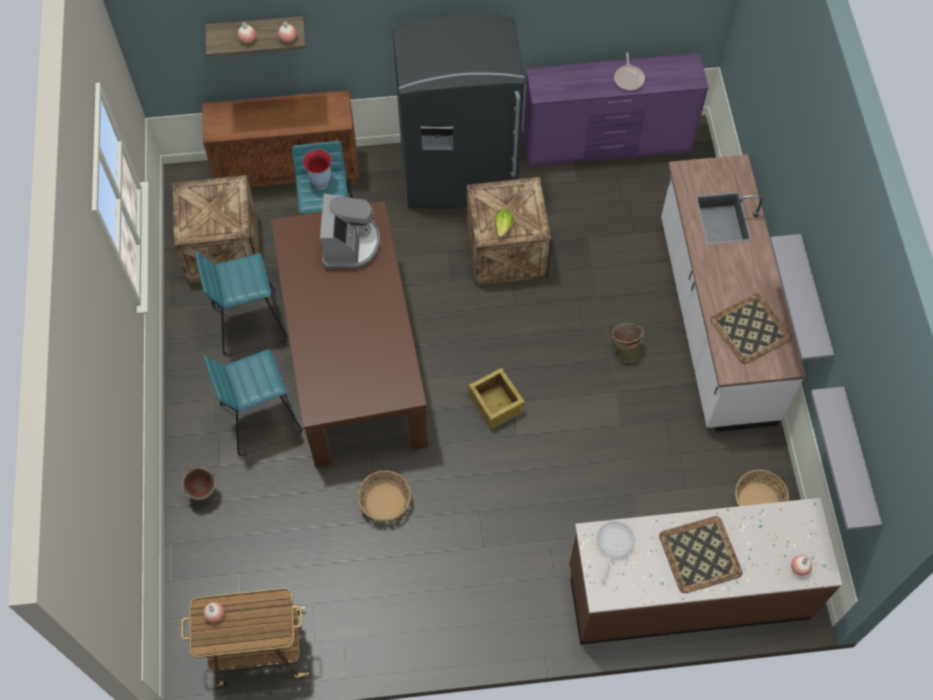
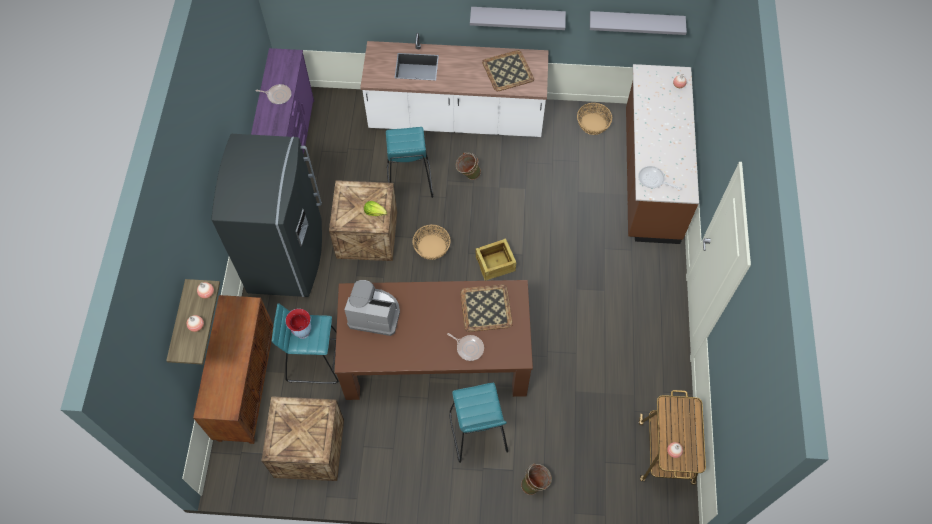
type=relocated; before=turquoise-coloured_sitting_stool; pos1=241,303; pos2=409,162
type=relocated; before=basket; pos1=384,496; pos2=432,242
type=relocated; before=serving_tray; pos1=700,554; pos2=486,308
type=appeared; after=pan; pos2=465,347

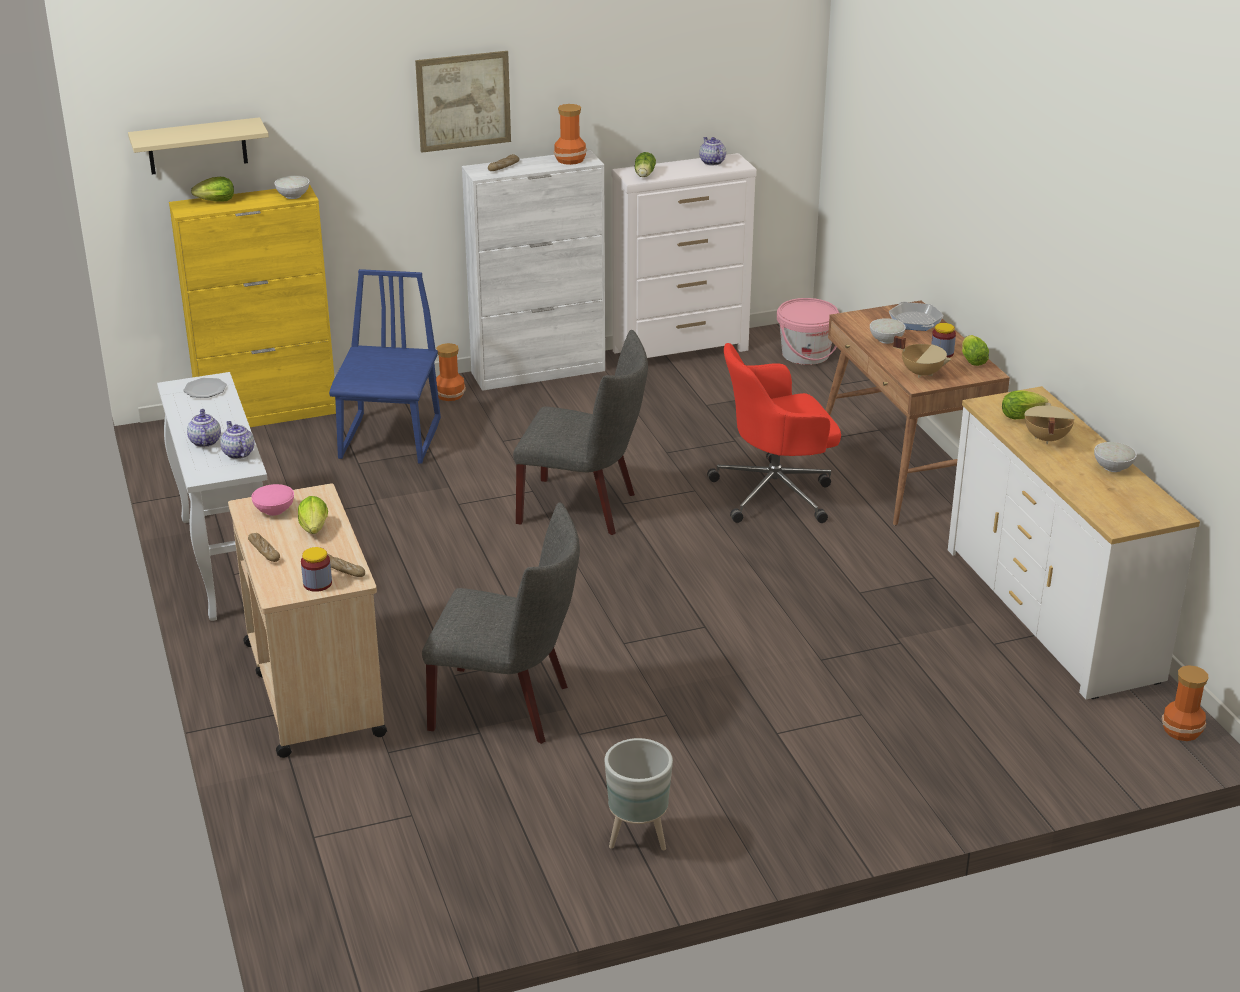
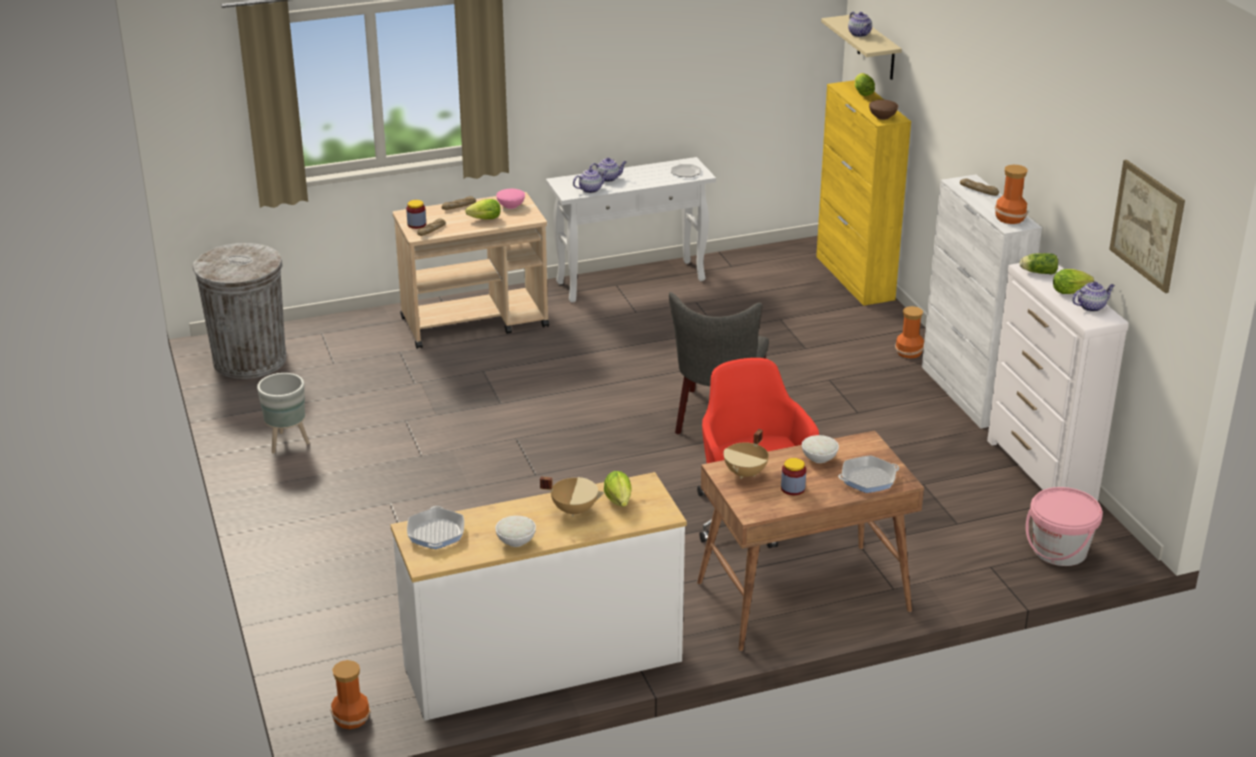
type=relocated; before=wall_art; pos1=463,102; pos2=1147,226
type=colour; before=whitish_serving_bowl; after=brown-coloured_serving_bowl; pos1=291,187; pos2=883,110
type=missing; before=blue-coloured_plain_chair; pos1=385,366
type=relocated; before=lettuce_head; pos1=975,350; pos2=1073,281
type=missing; before=gray_plain_chair; pos1=501,623
type=appeared; after=tea_pot; pos2=860,24
type=appeared; after=gray_rubbish_bin; pos2=239,311
type=appeared; after=pan; pos2=435,527

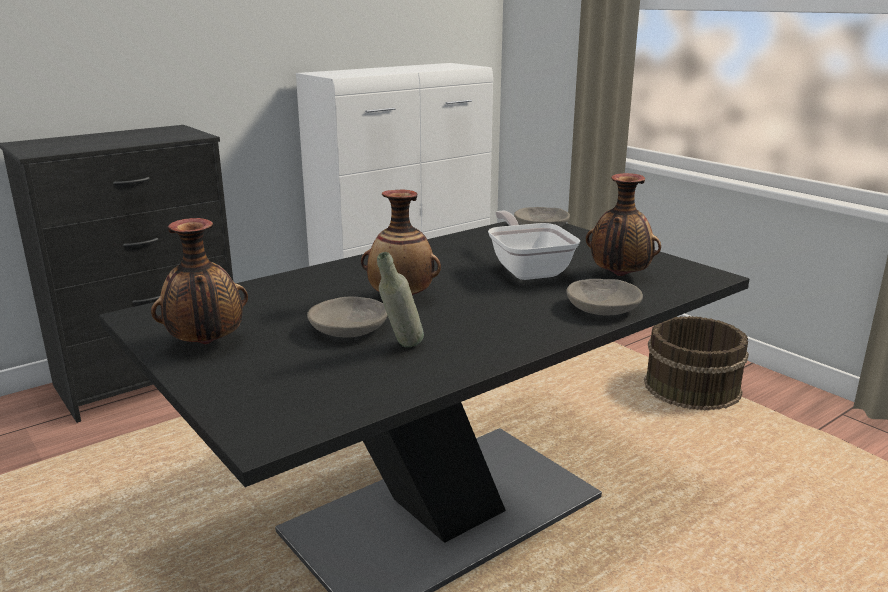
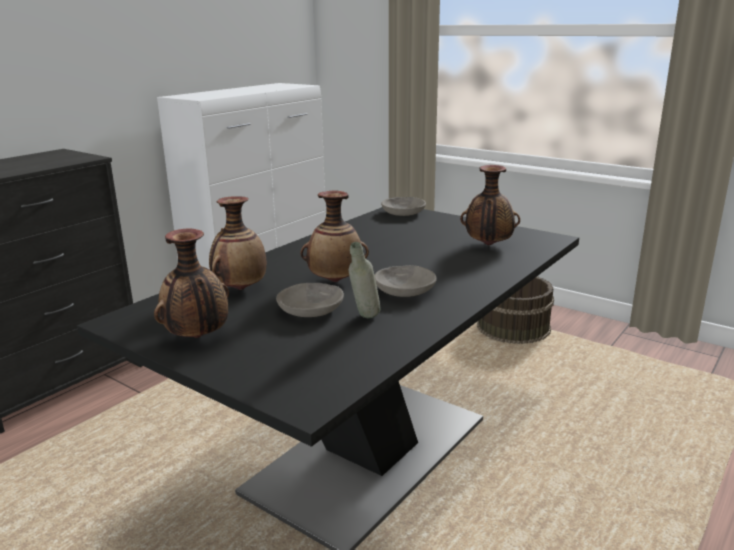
type=missing; before=pan; pos1=534,245
type=relocated; before=gray_serving_bowl; pos1=604,297; pos2=405,281
type=appeared; after=decorative_vase; pos2=238,243

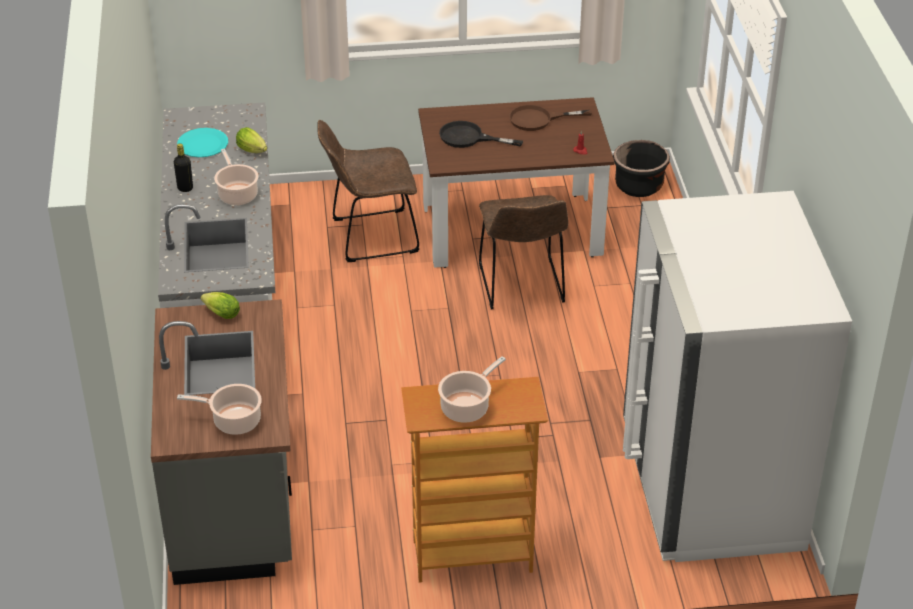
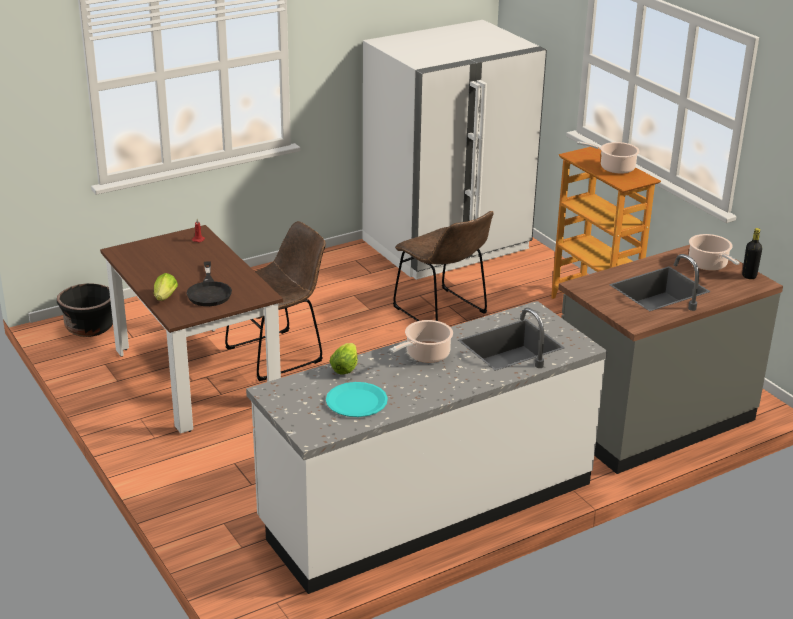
type=missing; before=brown-coloured_pan; pos1=550,118
type=relocated; before=brown-coloured_plain_chair; pos1=368,191; pos2=443,266
type=relocated; before=black_drink_bottle; pos1=183,168; pos2=752,253
type=relocated; before=lettuce_head; pos1=220,305; pos2=166,287

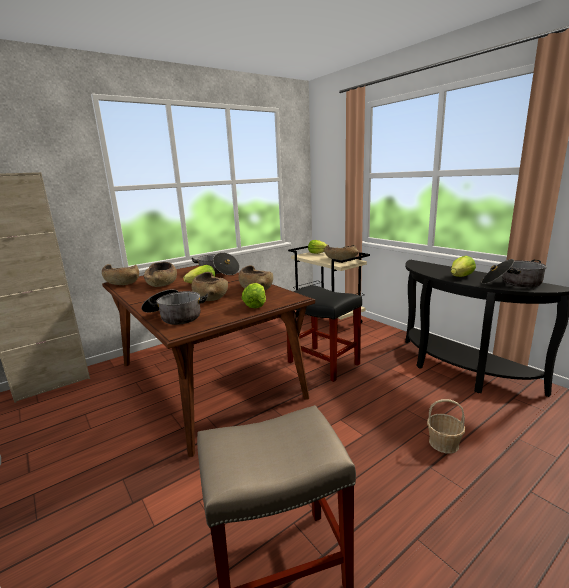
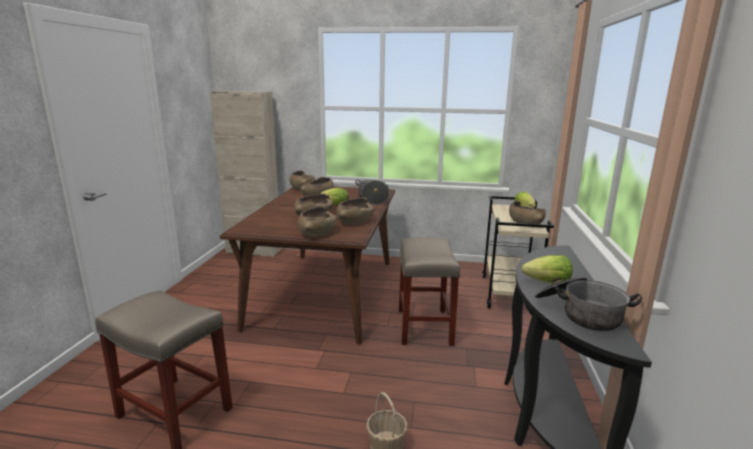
type=exchanged; before=lettuce_head; after=brown-coloured_serving_bowl; pos1=254,295; pos2=317,221
type=colour; before=black_sitting_stool; after=beige_sitting_stool; pos1=324,333; pos2=429,291
type=missing; before=saucepot; pos1=174,307

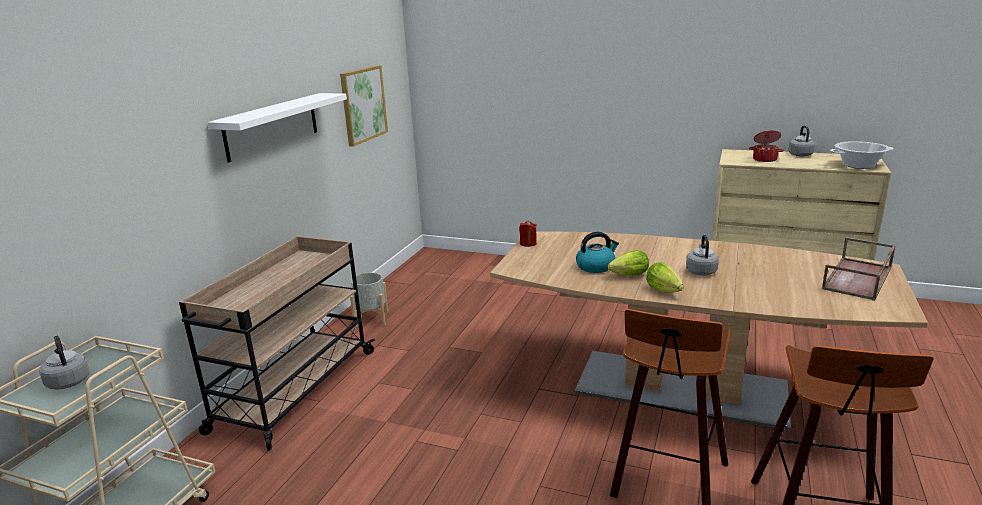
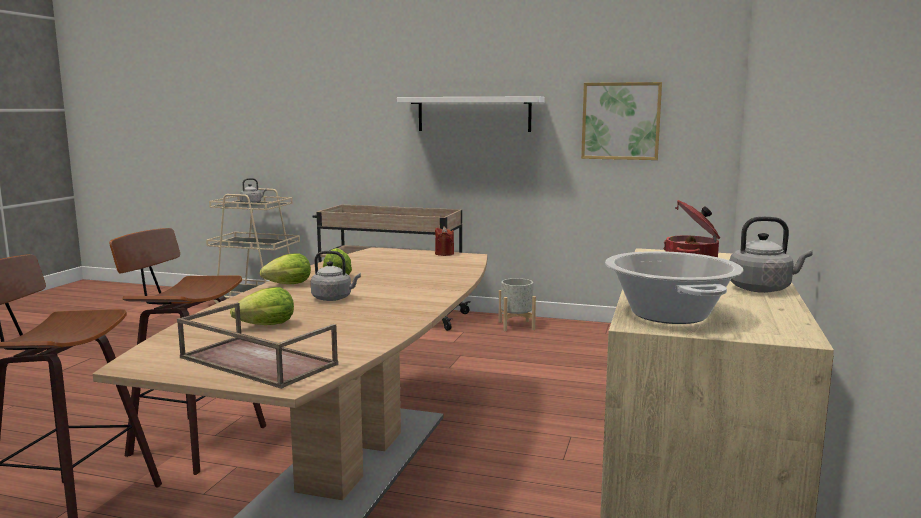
type=missing; before=kettle; pos1=597,252
type=appeared; after=lettuce_head; pos2=262,306

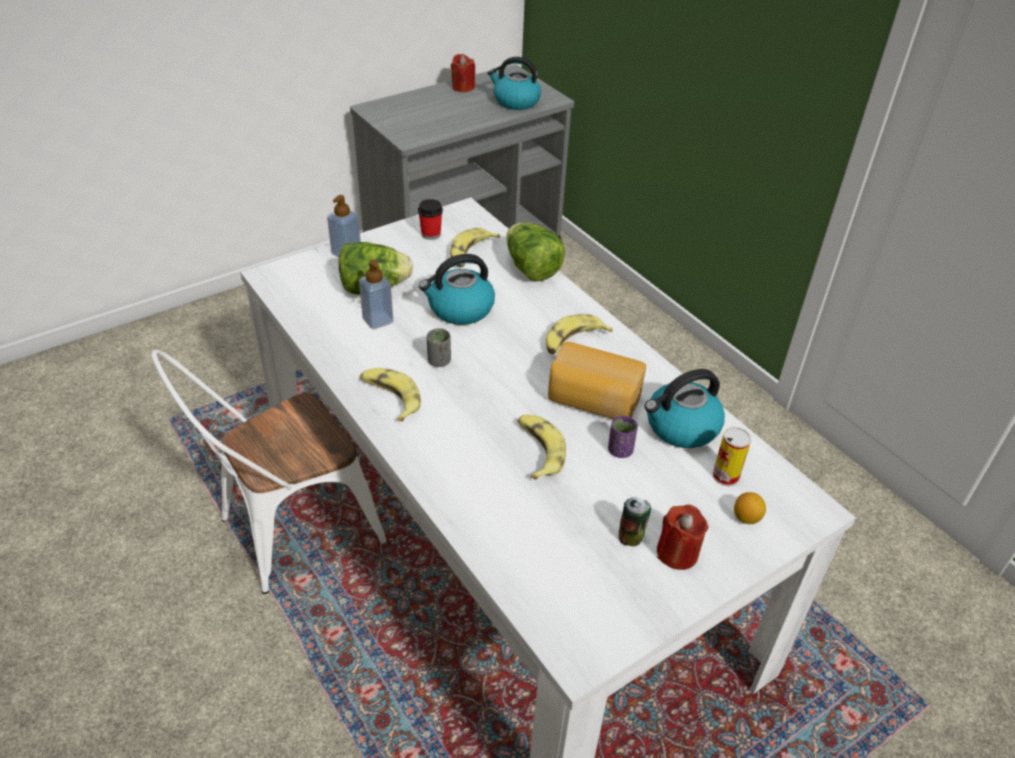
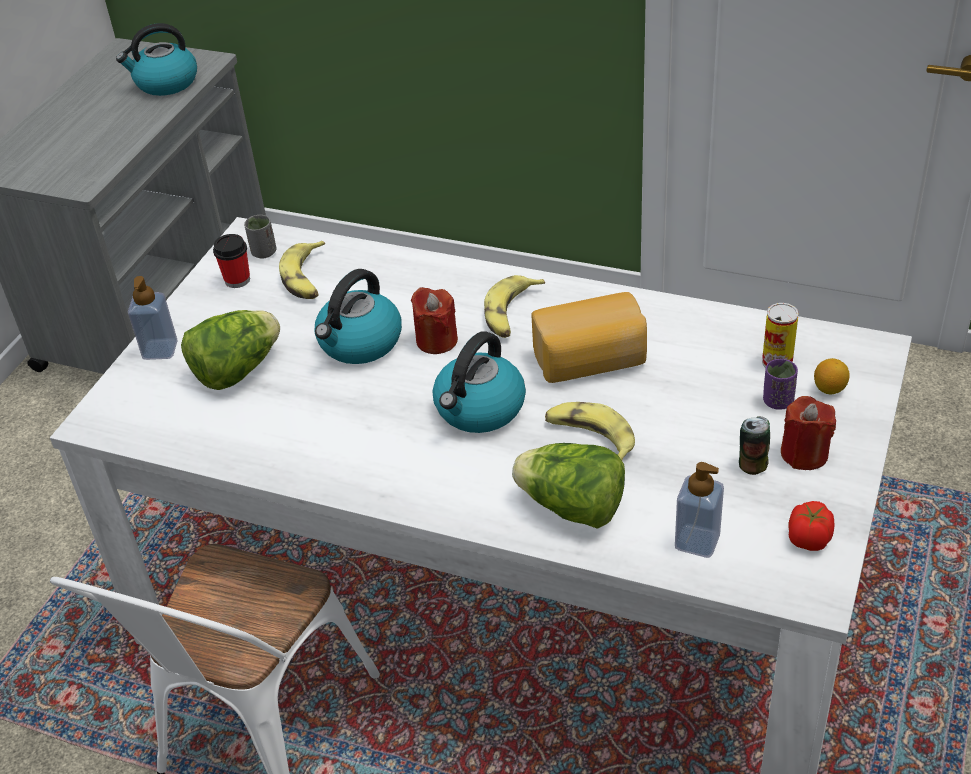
type=relocated; before=red_wax_light; pos1=463,73; pos2=434,320
type=relocated; before=lettuce_head; pos1=535,252; pos2=568,486
type=relocated; before=soap_dispenser; pos1=376,294; pos2=699,510
type=relocated; before=gray_small_cup; pos1=439,347; pos2=260,236
type=missing; before=whole_banana; pos1=390,394
type=relocated; before=kettle; pos1=685,408; pos2=479,382
type=relocated; before=purple_small_cup; pos1=623,437; pos2=780,384
type=appeared; after=whole_tomato; pos2=811,526

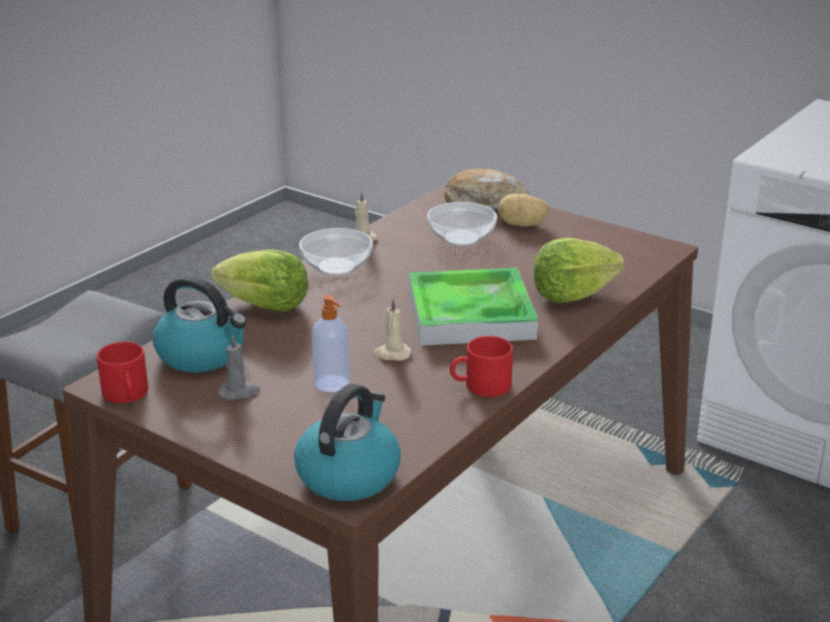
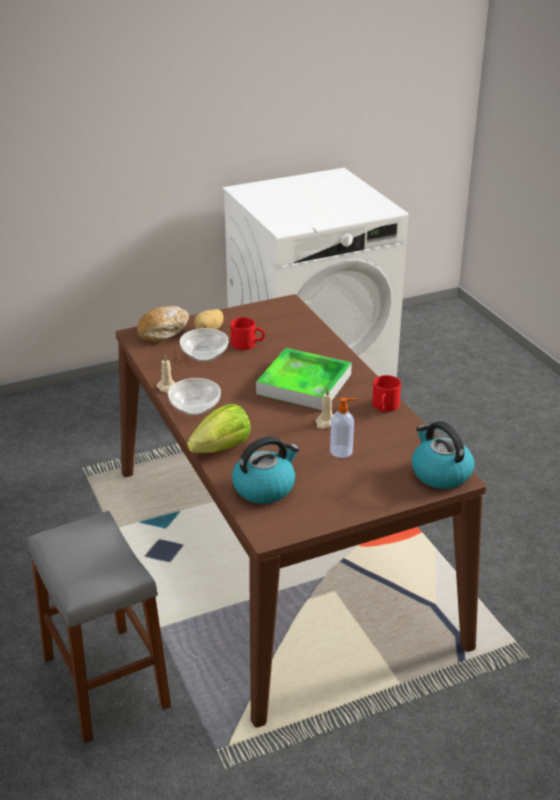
type=missing; before=lettuce_head; pos1=579,270
type=missing; before=gray_wax_light; pos1=239,367
type=relocated; before=red_mug; pos1=122,372; pos2=247,333

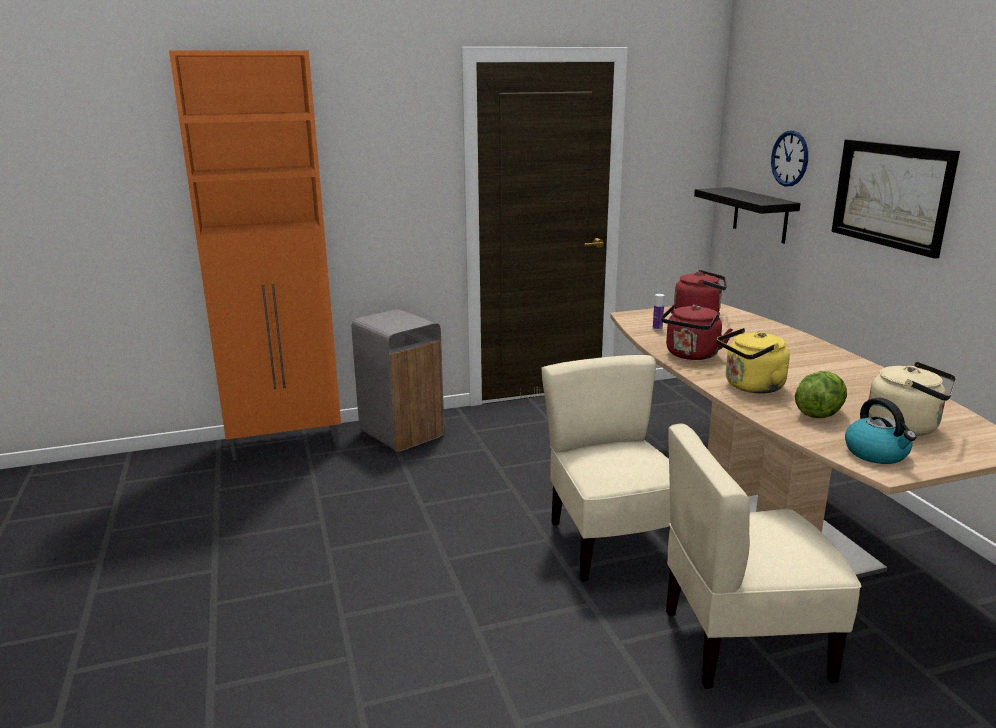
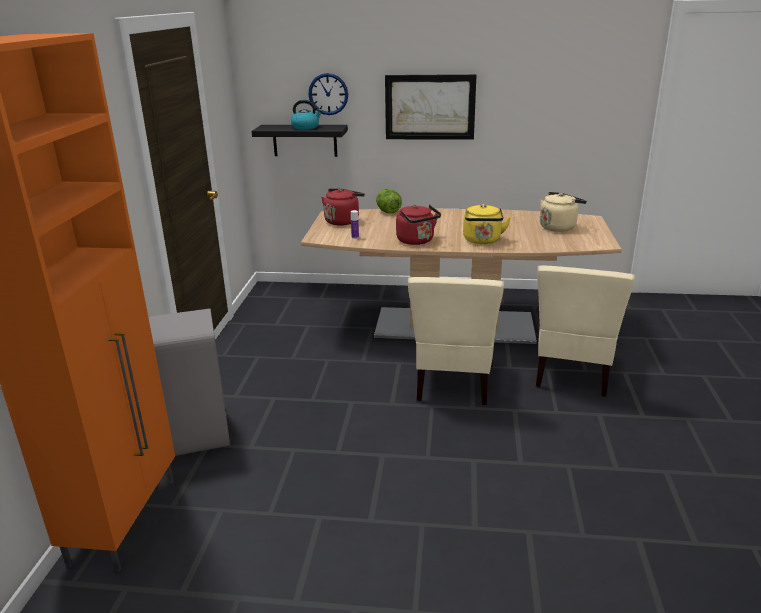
type=spun; before=beige_plain_chair; pos1=606,468; pos2=456,341; turn=-90
type=relocated; before=lettuce_head; pos1=821,394; pos2=389,201
type=relocated; before=kettle; pos1=881,431; pos2=307,115

